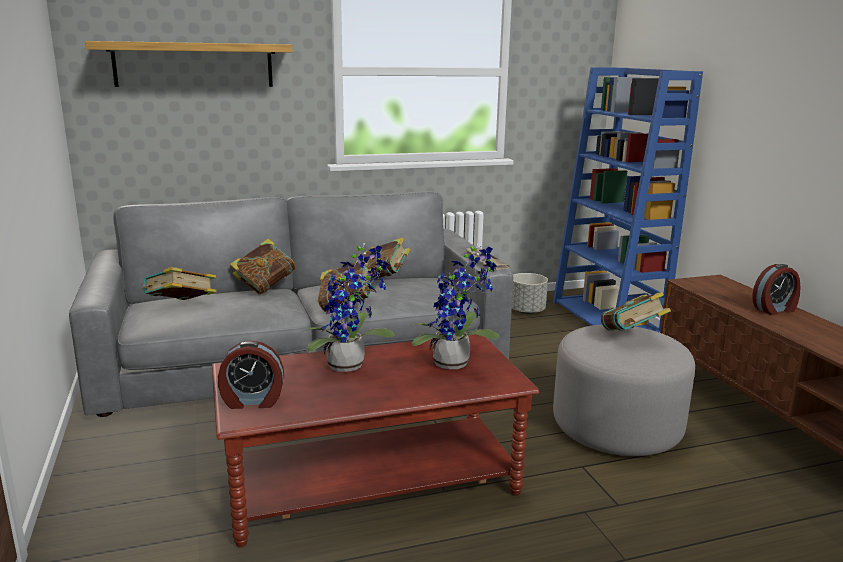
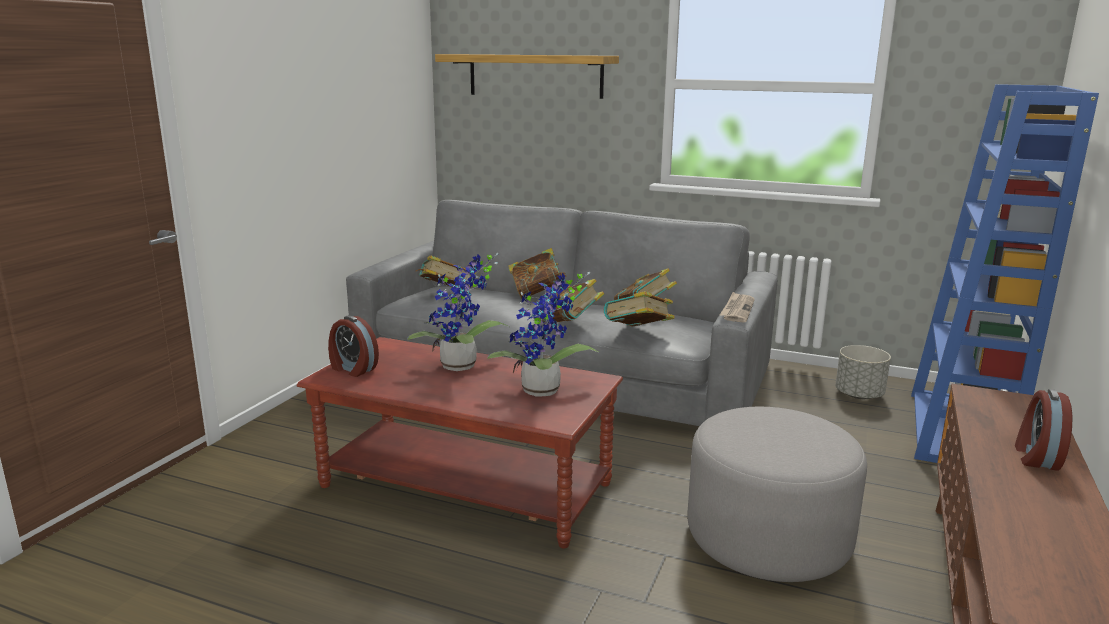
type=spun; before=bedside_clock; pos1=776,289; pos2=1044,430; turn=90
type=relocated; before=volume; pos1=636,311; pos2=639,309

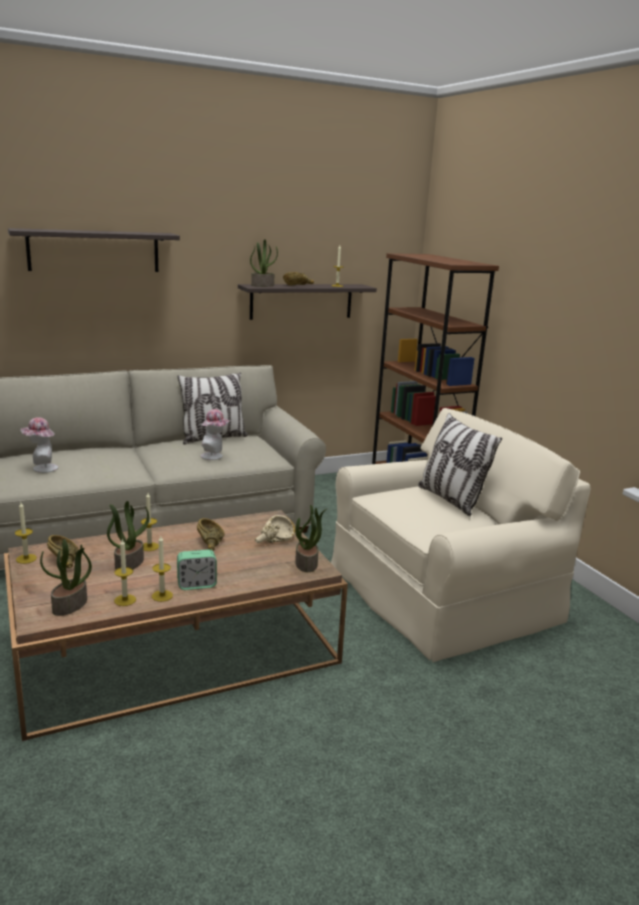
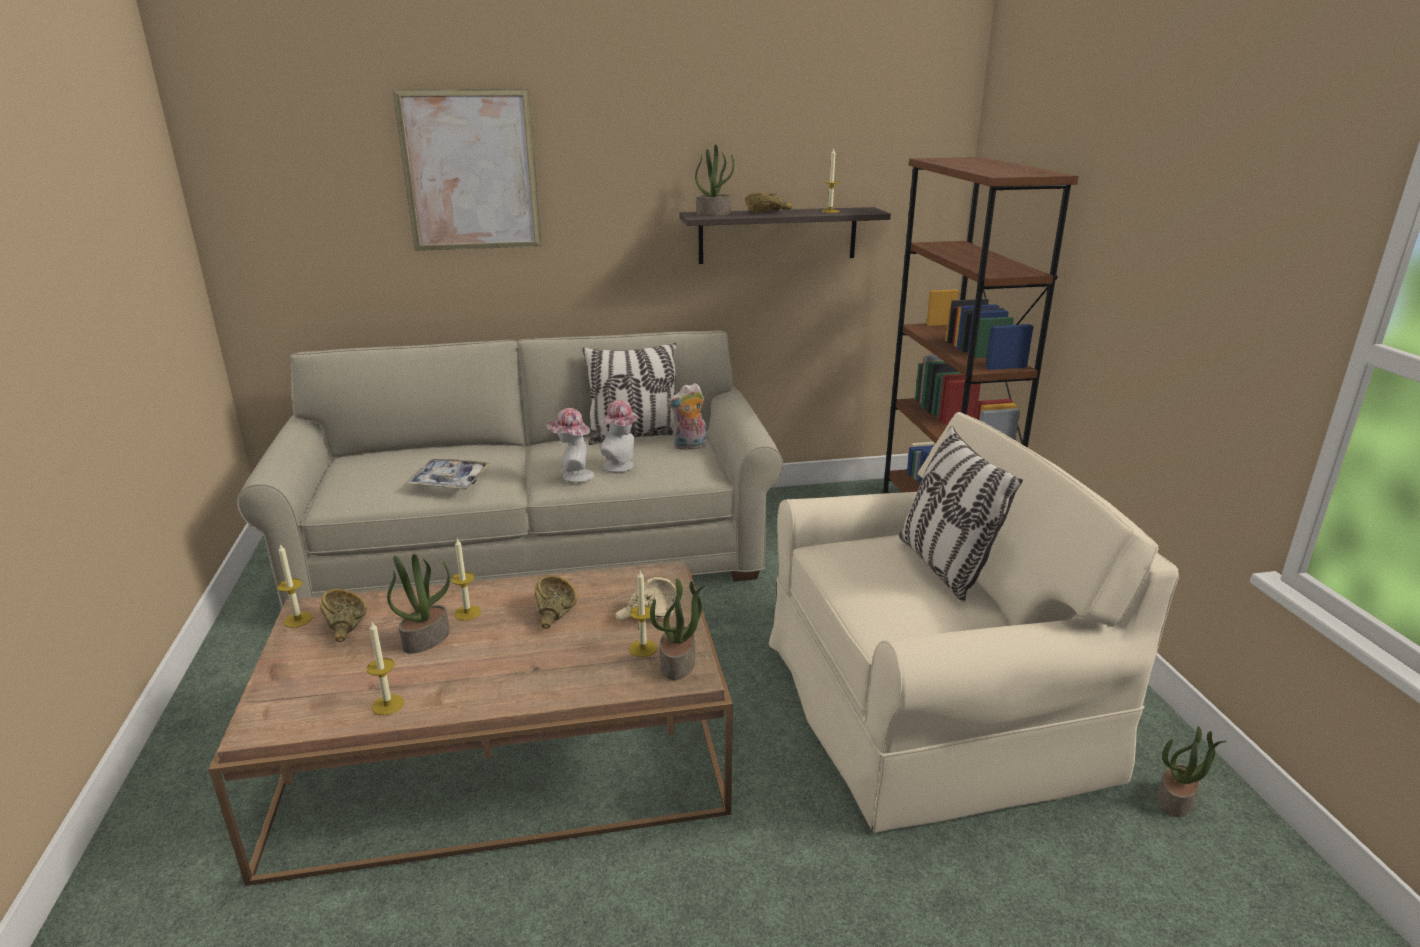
type=exchanged; before=bracket_shelf; after=wall_art; pos1=94,250; pos2=466,170
type=relocated; before=hat; pos1=39,445; pos2=570,445
type=relocated; before=wax_light; pos1=162,569; pos2=643,614
type=relocated; before=houseplant; pos1=66,577; pos2=1192,771
type=missing; before=bedside_clock; pos1=197,569
type=appeared; after=plush_toy; pos2=687,416
type=appeared; after=serving_tray; pos2=448,474

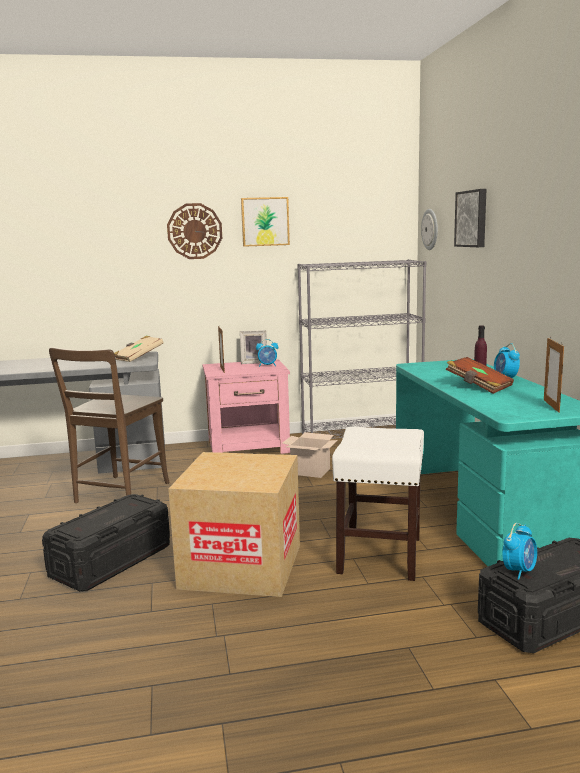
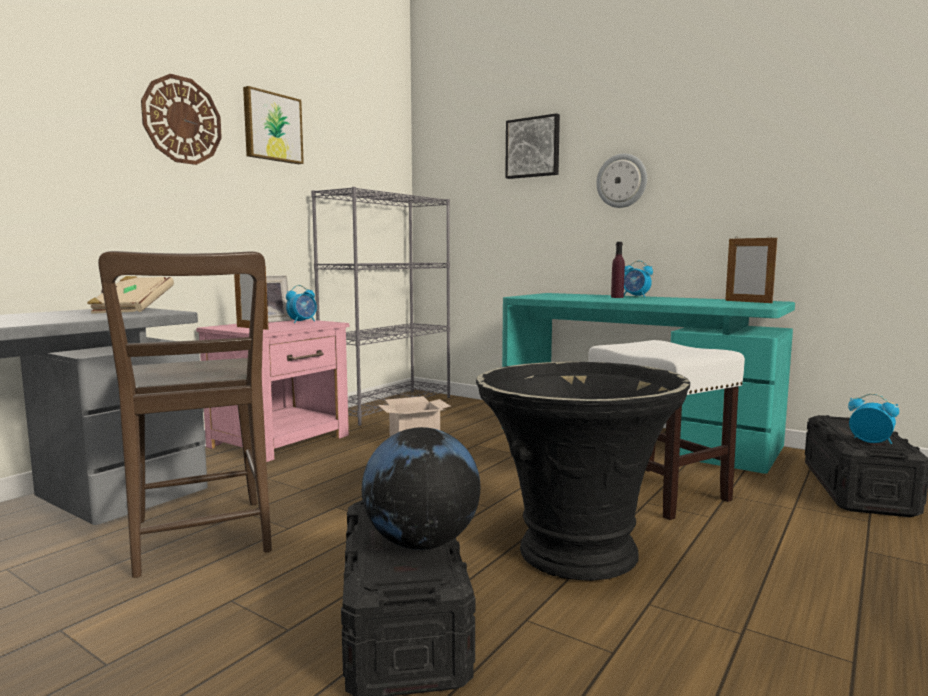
type=relocated; before=wall_clock; pos1=429,229; pos2=621,181
type=missing; before=brown-coloured_volume; pos1=480,375
type=exchanged; before=cardboard_box; after=black_planter; pos1=234,524; pos2=583,471
type=spun; before=bedside_clock; pos1=519,551; pos2=873,418; turn=-45
type=appeared; after=world_globe; pos2=421,488

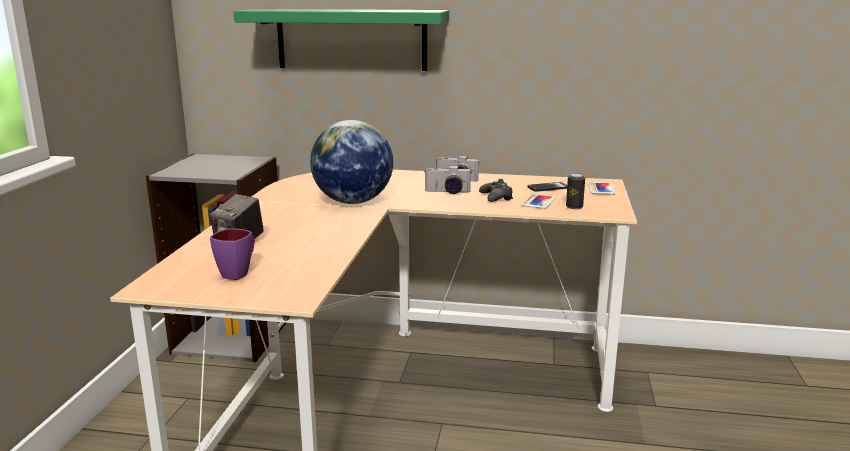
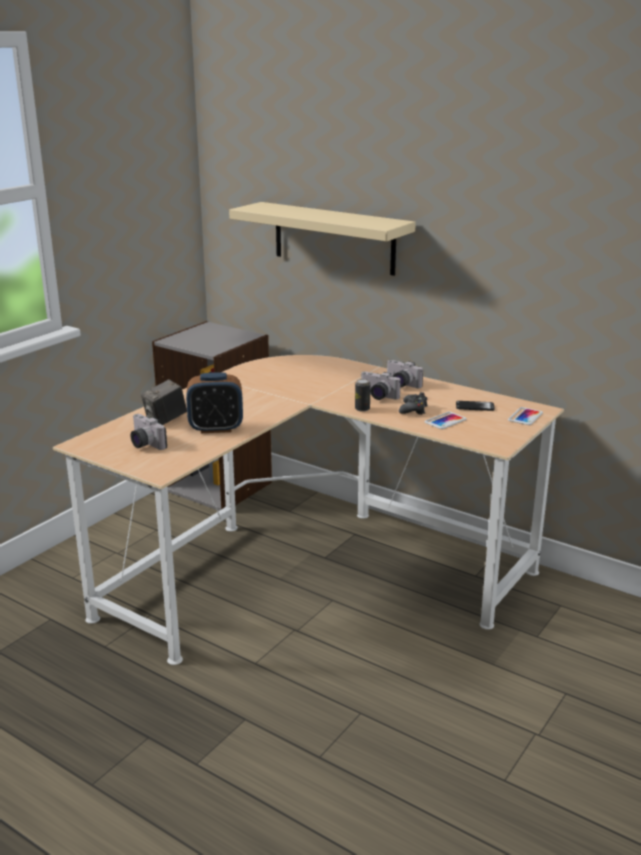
type=colour; before=green_bracket_shelf; after=beige_bracket_shelf; pos1=341,40; pos2=322,239
type=missing; before=world_globe; pos1=351,162
type=relocated; before=sealed_can; pos1=575,191; pos2=363,395
type=exchanged; before=purple_mug; after=photo_camera; pos1=232,254; pos2=149,432
type=appeared; after=bedside_clock; pos2=214,402

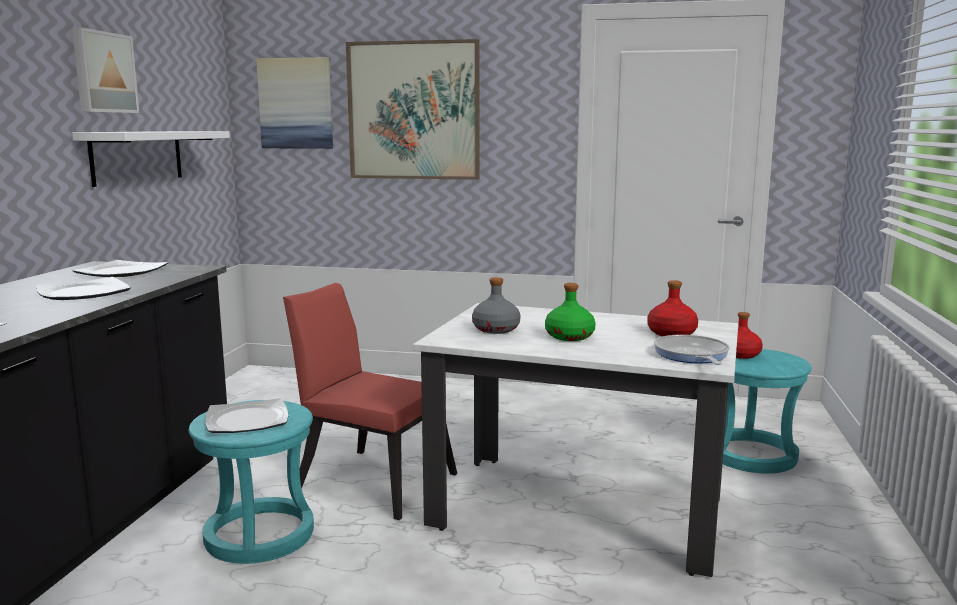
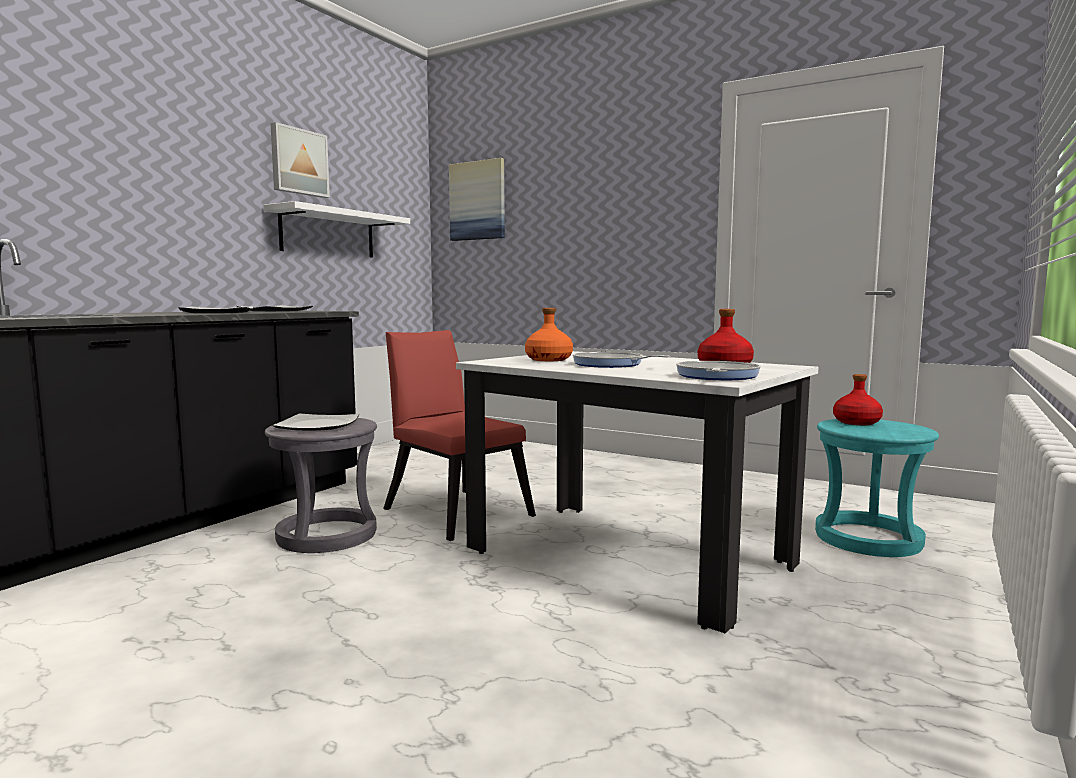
type=missing; before=wall_art; pos1=413,109
type=colour; before=gray_drink_bottle; after=orange_drink_bottle; pos1=496,305; pos2=549,334
type=exchanged; before=green_drink_bottle; after=pan; pos1=570,312; pos2=621,360
type=colour; before=turquoise-coloured_sitting_stool; after=gray_sitting_stool; pos1=251,482; pos2=321,485

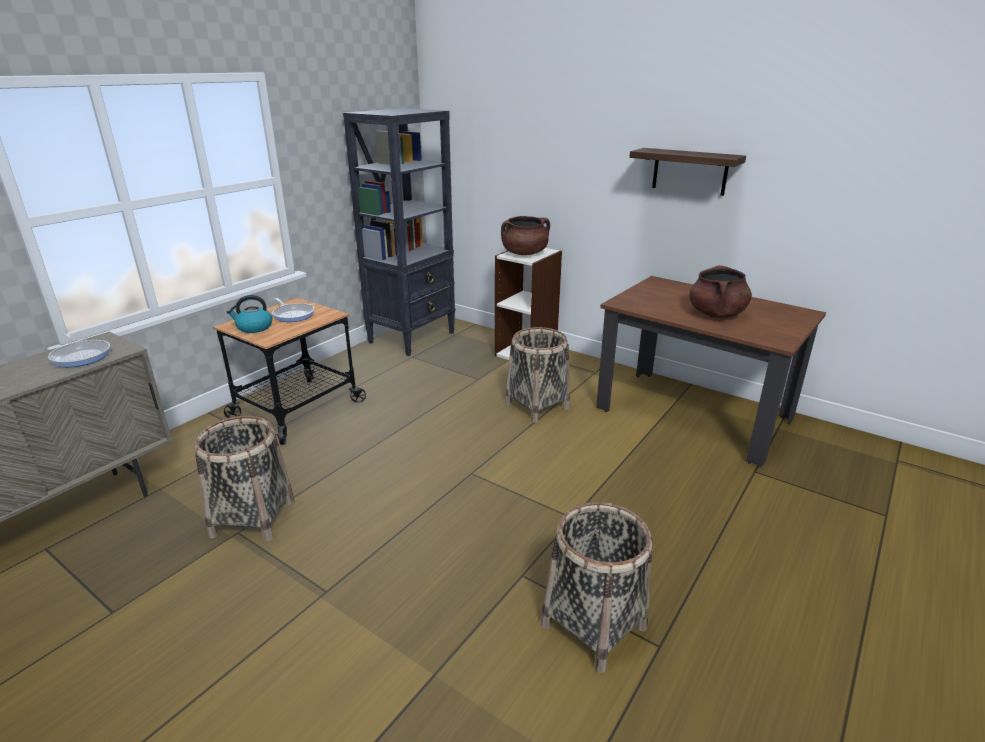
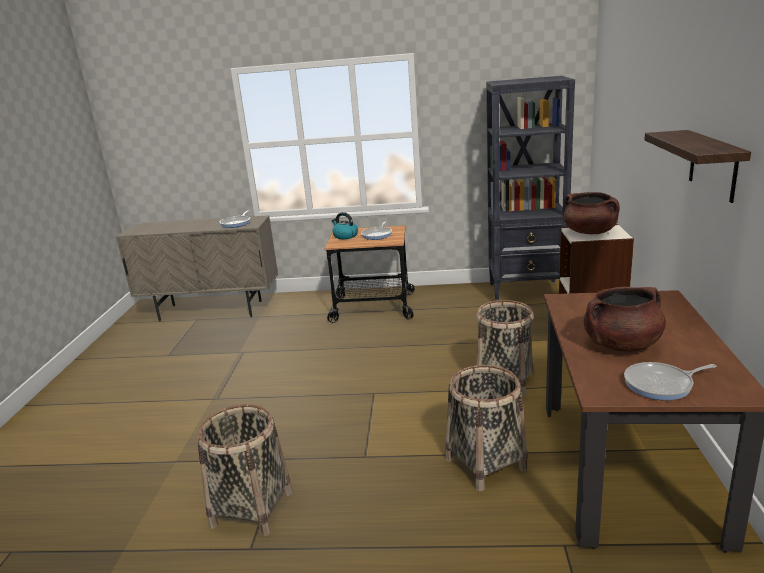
type=relocated; before=basket; pos1=244,479; pos2=486,428
type=appeared; after=pan; pos2=670,381

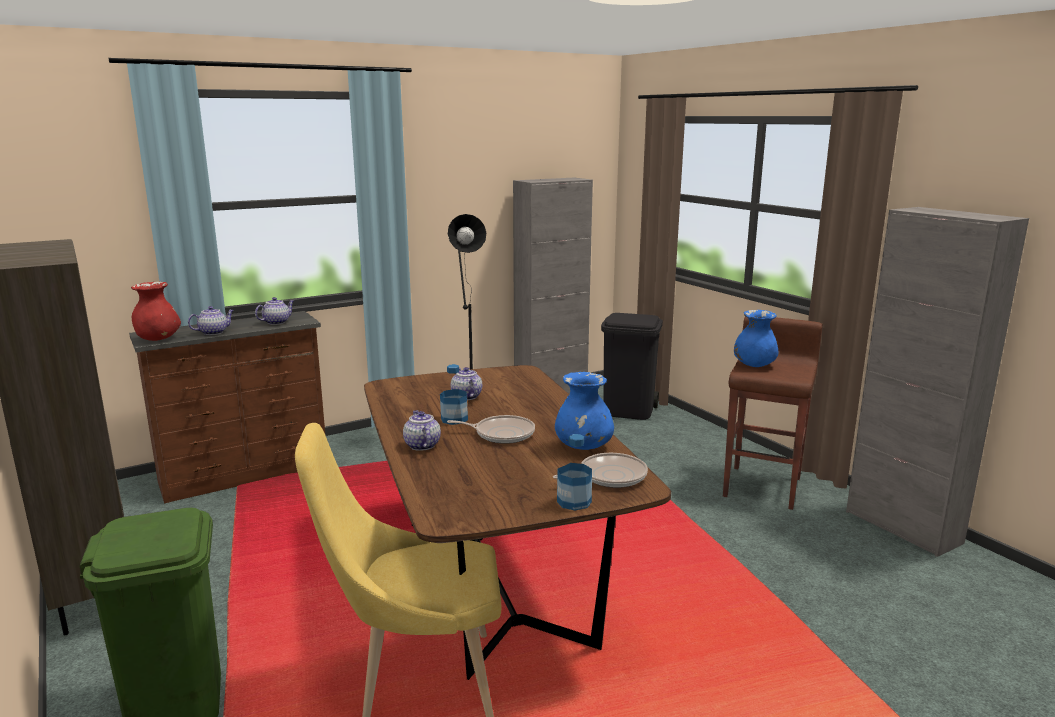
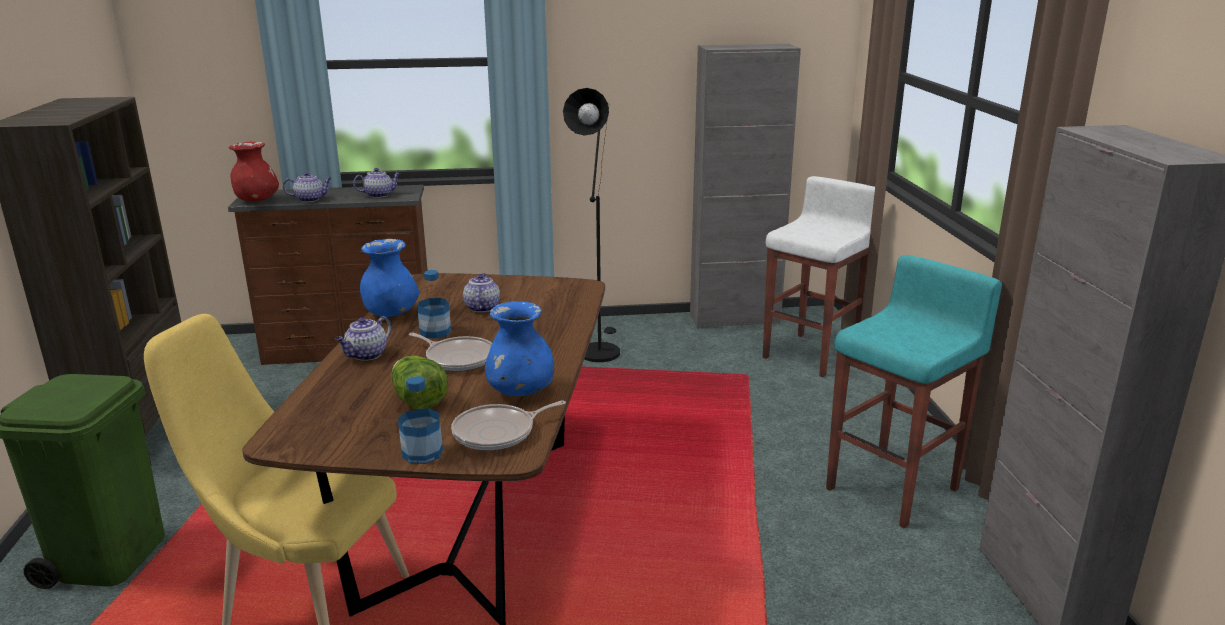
type=relocated; before=blue-coloured_decorative_vase; pos1=756,338; pos2=389,278
type=exchanged; before=black_rubbish_bin; after=whitish_sitting_stool; pos1=632,366; pos2=819,276
type=colour; before=brown-coloured_sitting_stool; after=turquoise-coloured_sitting_stool; pos1=772,413; pos2=914,391
type=spun; before=tea_pot; pos1=422,430; pos2=364,338; turn=-150
type=spun; before=pan; pos1=600,470; pos2=508,425; turn=150
type=appeared; after=lettuce_head; pos2=420,383

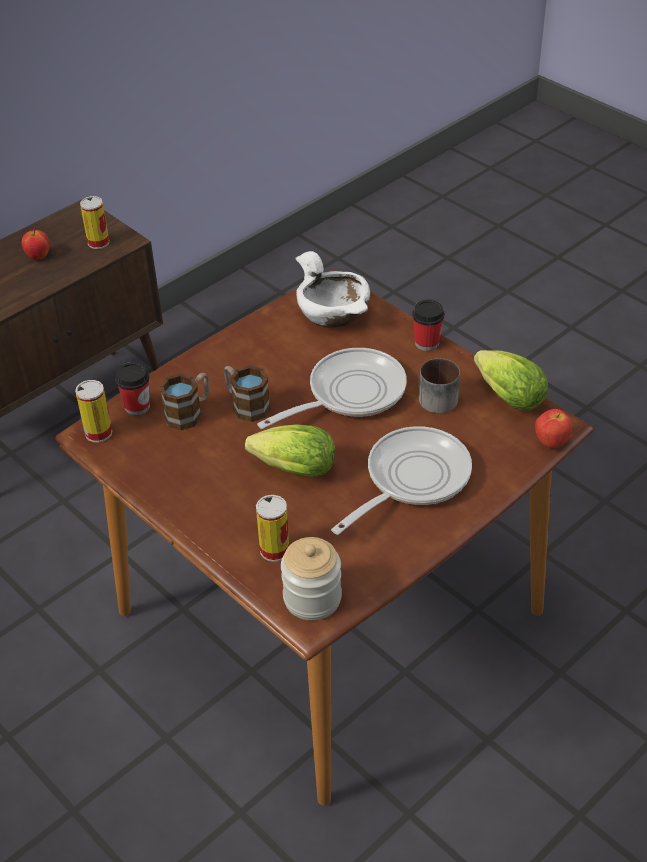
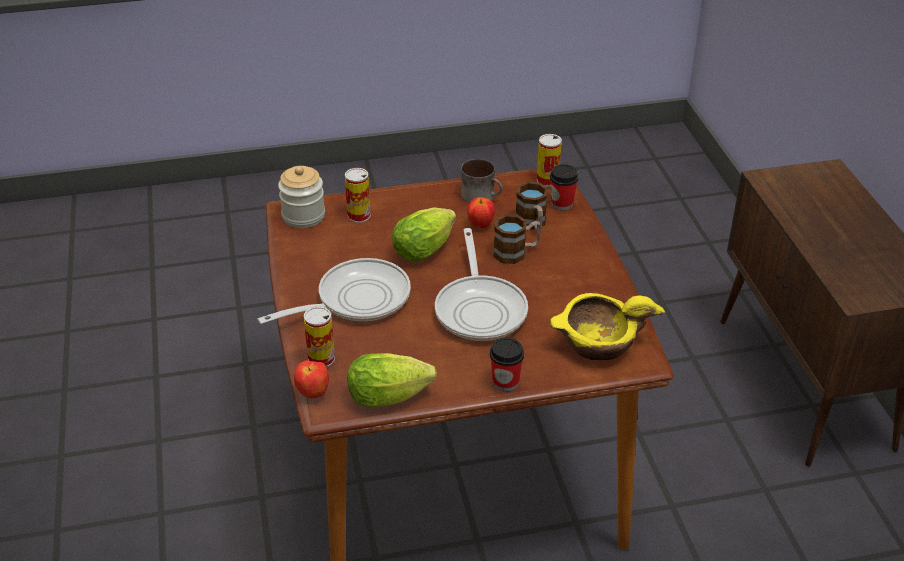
type=relocated; before=sealed_can; pos1=95,222; pos2=319,336
type=relocated; before=whole_apple; pos1=35,245; pos2=481,213
type=colour; before=whitish_serving_bowl; after=yellow-coloured_serving_bowl; pos1=333,289; pos2=607,326
type=relocated; before=mug; pos1=439,385; pos2=482,181
type=spun; before=pan; pos1=401,480; pos2=334,291; turn=-105

